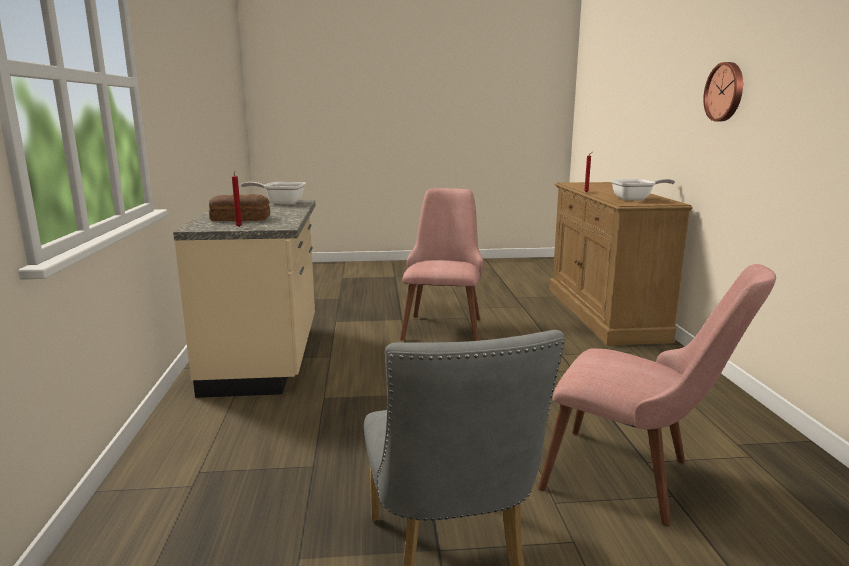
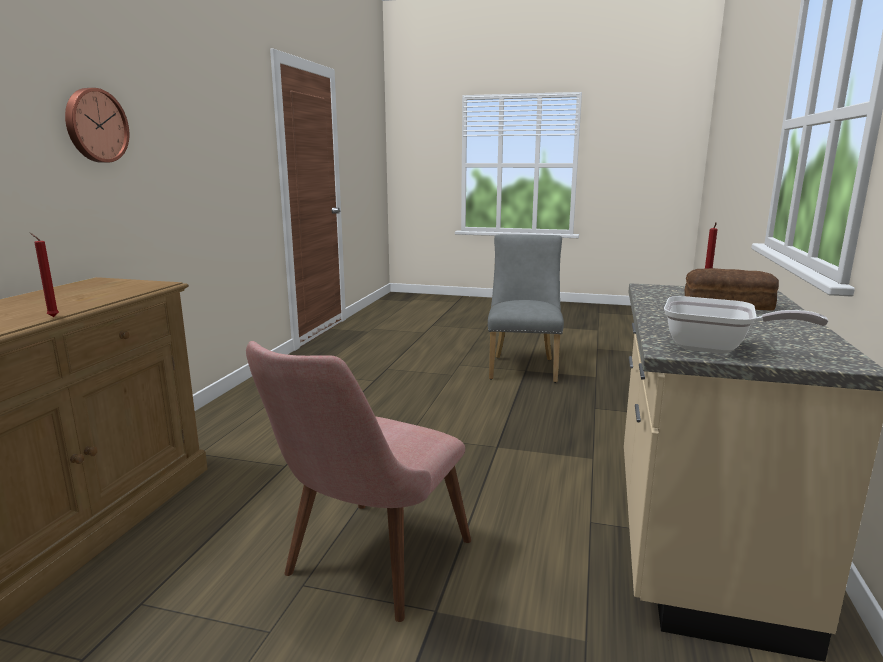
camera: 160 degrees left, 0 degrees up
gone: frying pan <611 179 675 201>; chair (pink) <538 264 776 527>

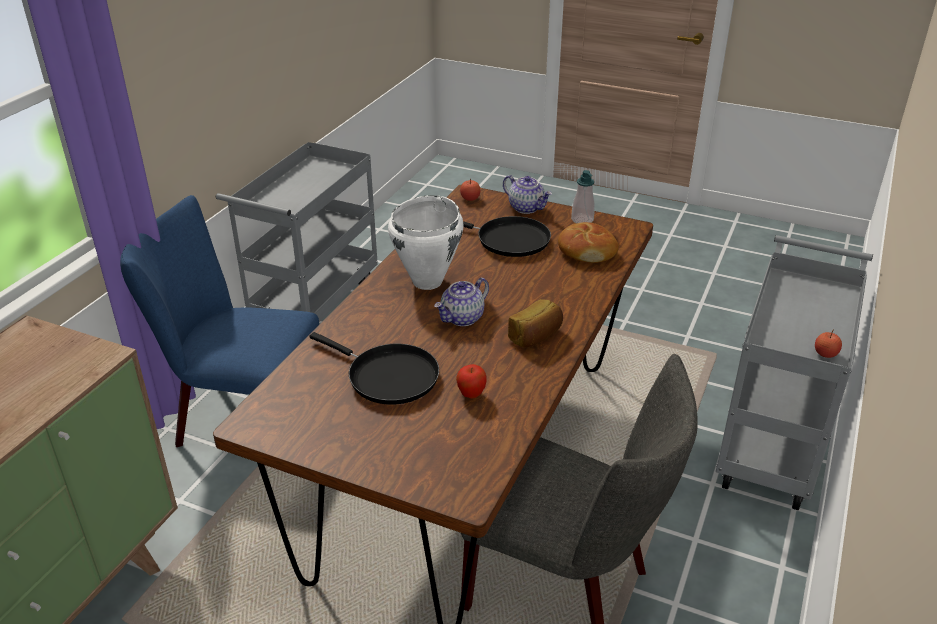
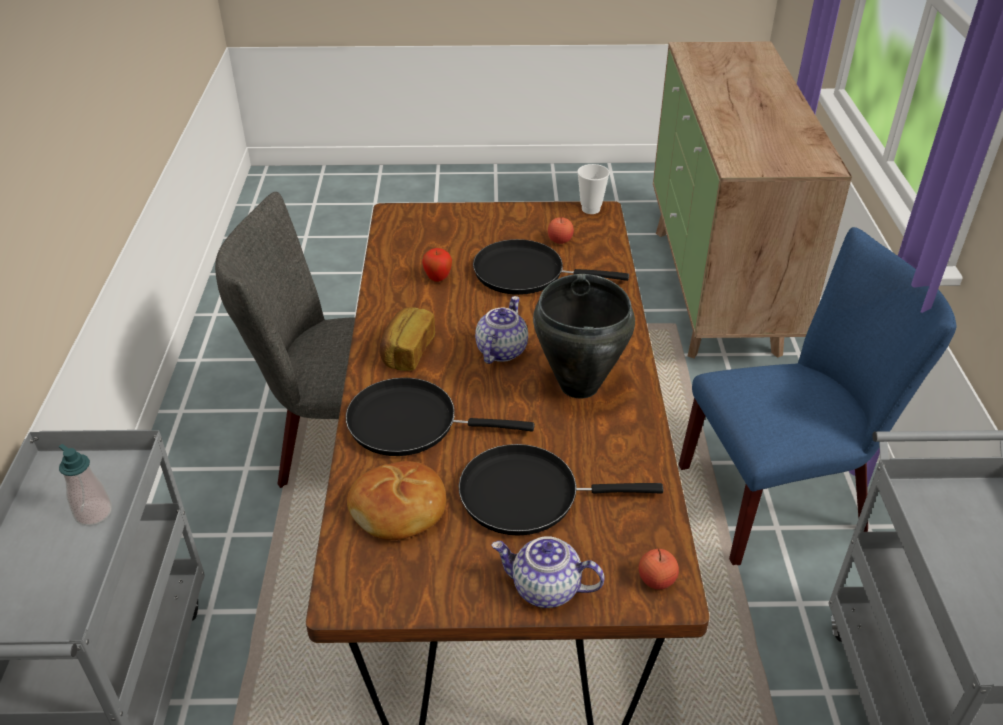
camera: 155 degrees right, 5 degrees up
new: cup <577 164 610 214>; frying pan (black) <346 378 535 456>
shifted: soap dispenser <571 170 595 224> to <59 444 112 526>; apple <815 331 842 358> to <548 216 574 244>
repainted: cooking pot (white) <388 195 464 290> to cooking pot (black) <533 274 635 398>

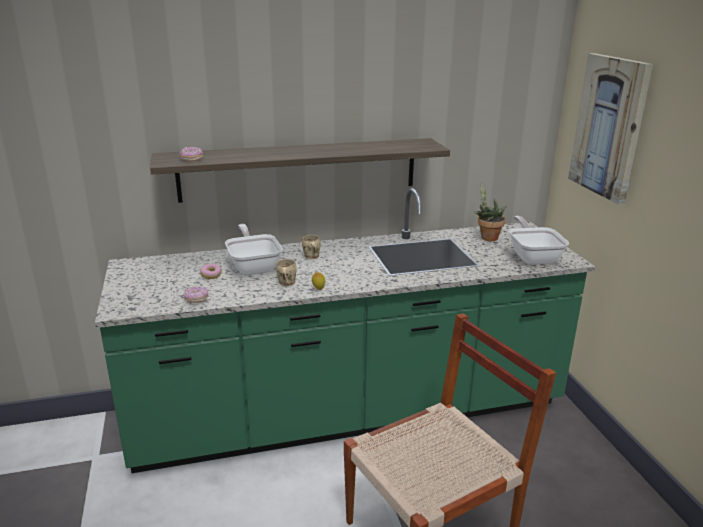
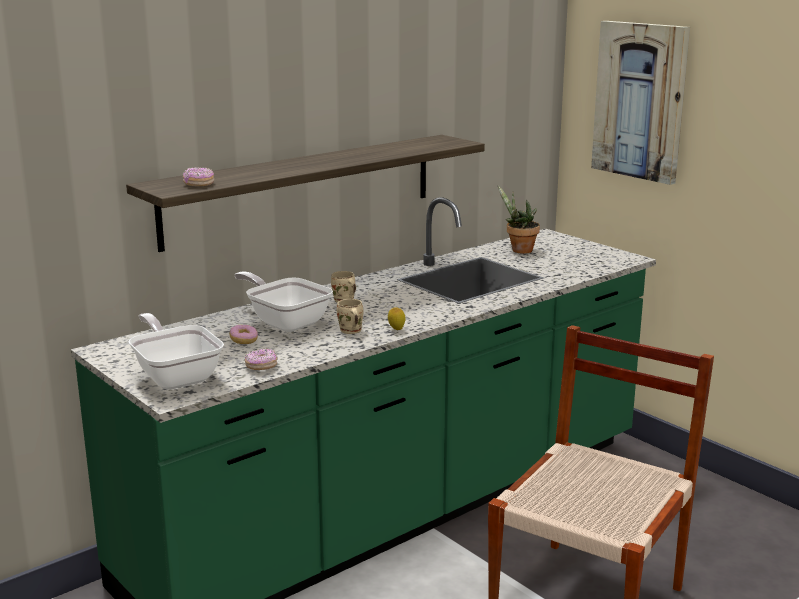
camera: 25 degrees left, 5 degrees down
shifted: frying pan <509 216 569 265> to <128 313 224 390>

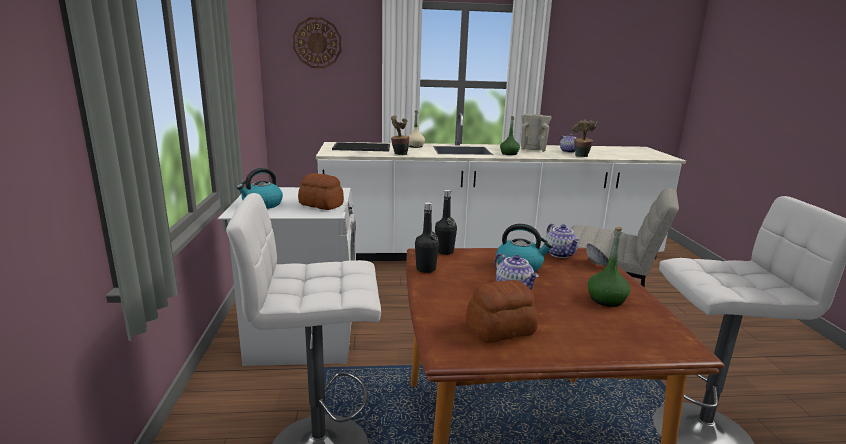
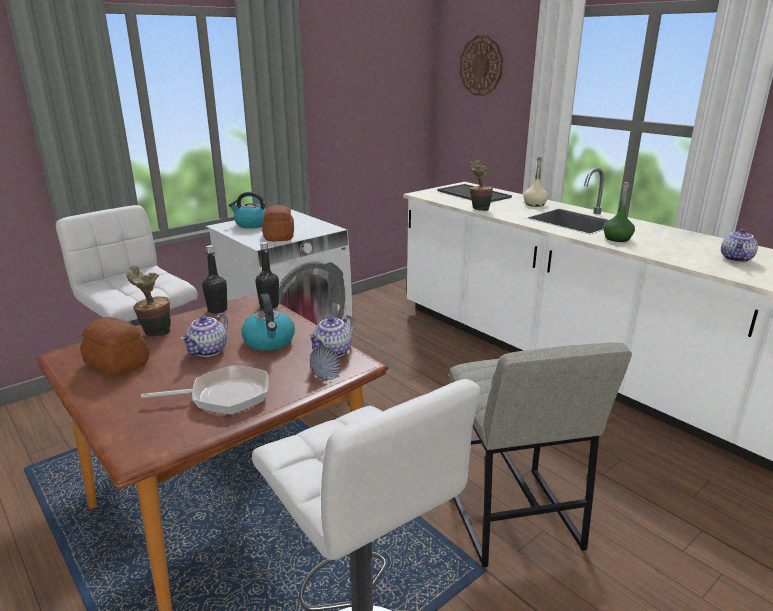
camera: 55 degrees right, 5 degrees up
gone: vase (beige) <521 113 552 152>
shifted: potted plant <572 119 598 157> to <126 265 171 337>
swapped: bottle (green) <588 227 631 307> to frying pan <141 365 269 415>

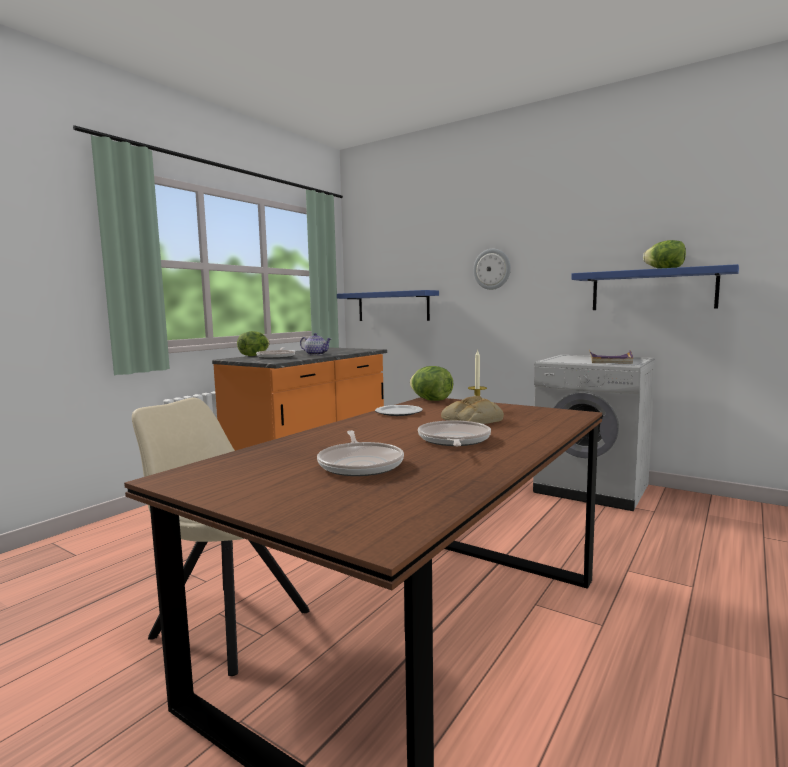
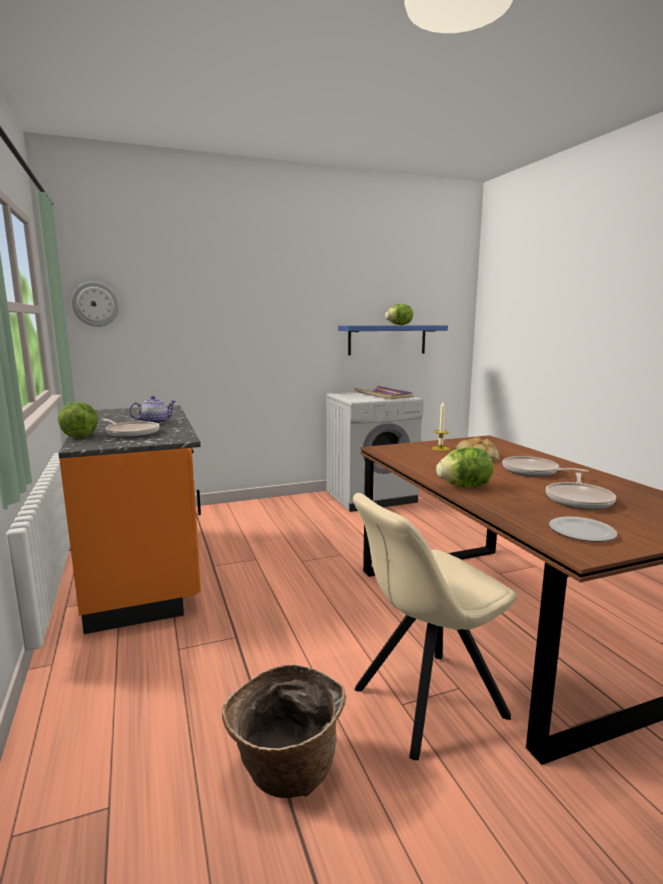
camera: 55 degrees left, 5 degrees up
gone: shelf (blue) <337 290 439 321>
new: basket <222 664 346 798>
shifted: wall clock <473 249 511 290> to <72 281 120 327>; lettuce <410 366 453 401> to <436 447 493 488>; plate <375 405 422 416> to <549 517 618 542>
rotated: frying pan <317 430 404 476> = <546 473 616 510> 90 degrees clockwise

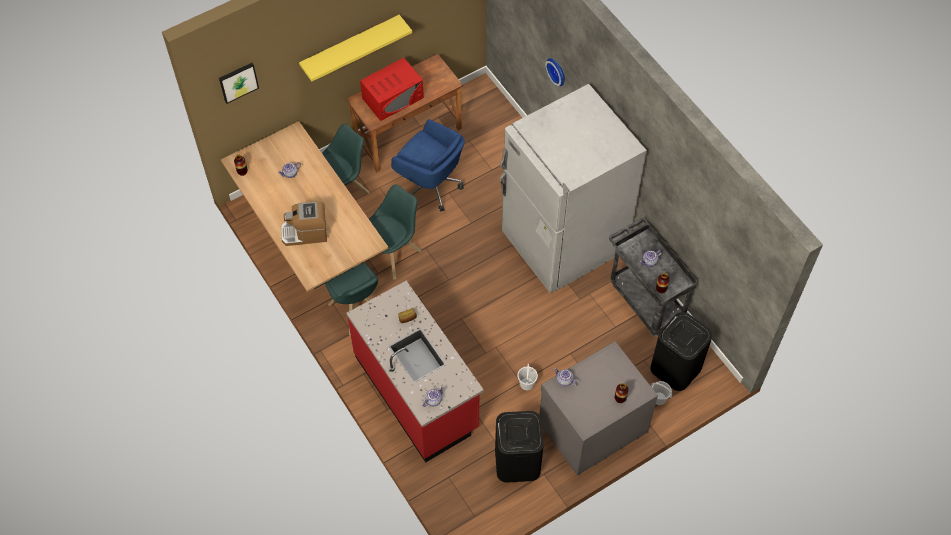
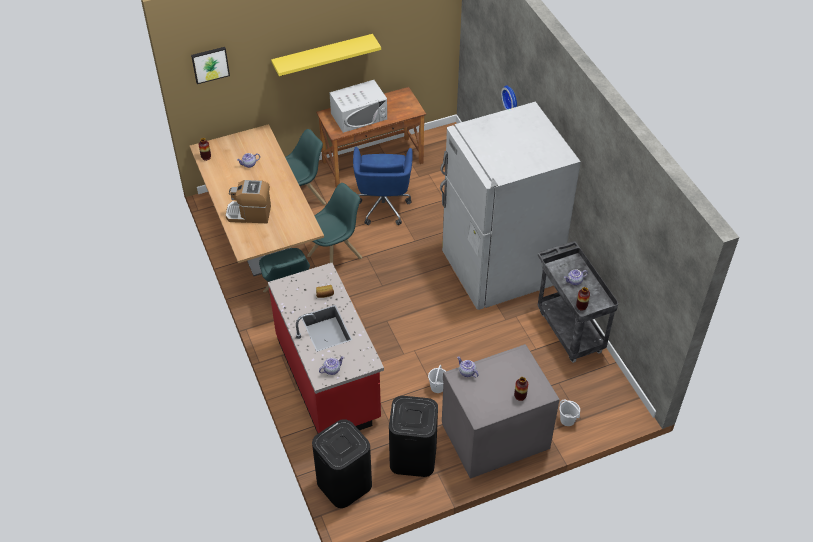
camera: 10 degrees right, 10 degrees down
shifted: trash can (black) <650 312 712 391> to <312 419 372 508>
repainted: microwave (red) <360 58 424 121> to microwave (white) <329 80 387 133>
rotated: office chair (blue) <391 119 465 212> = <353 147 413 225> 45 degrees clockwise

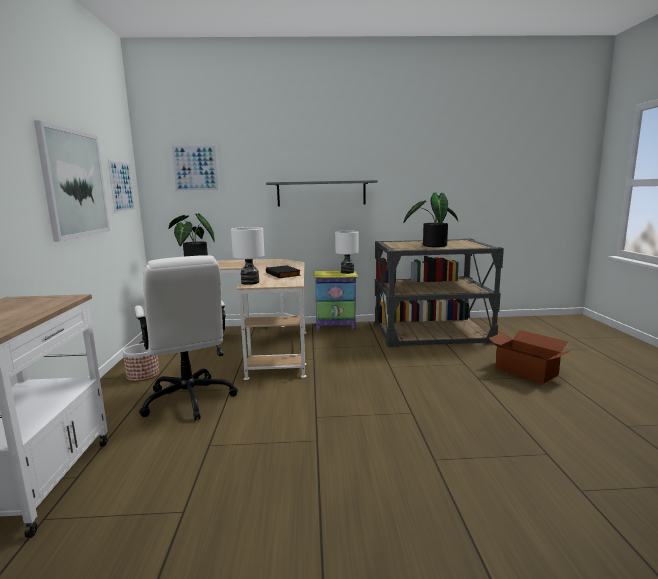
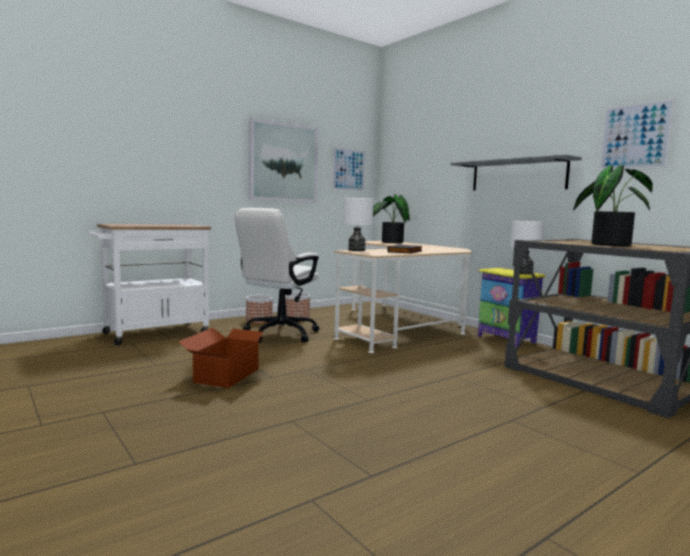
camera: 55 degrees right, 5 degrees down
new: planter <246 295 273 324>
shifted: picture <170 144 220 192> to <599 98 675 171>; cardboard box <489 330 571 384> to <178 328 272 388>

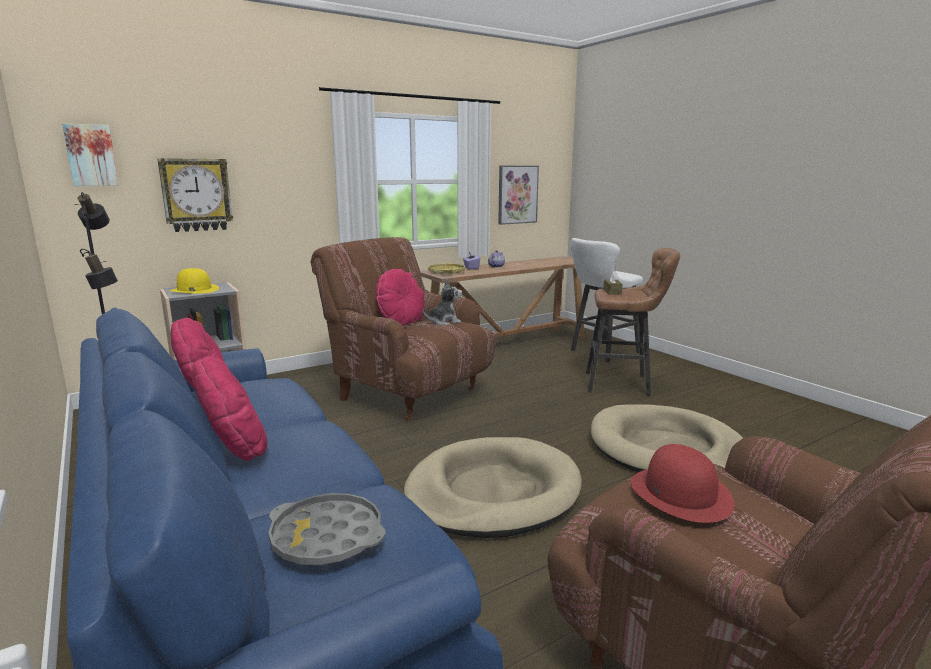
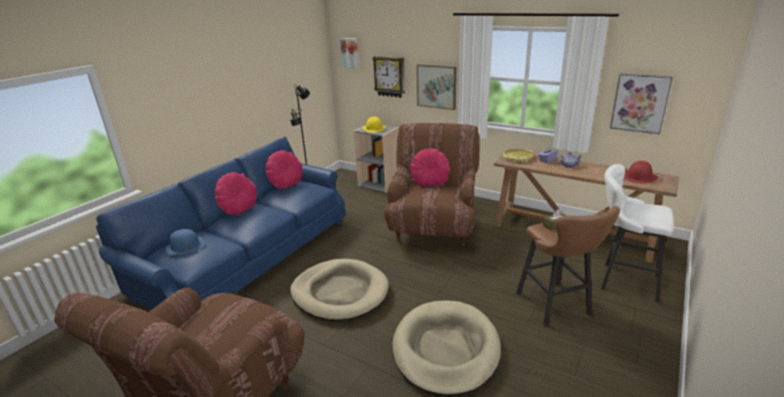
camera: 65 degrees right, 10 degrees up
gone: plush toy <423 280 462 325>
new: picture <417 64 456 110>
shifted: hat (red) <630 444 734 523> to <624 161 658 184>
swapped: tray (grey) <268 493 386 565> to hat (blue) <165 229 206 255>

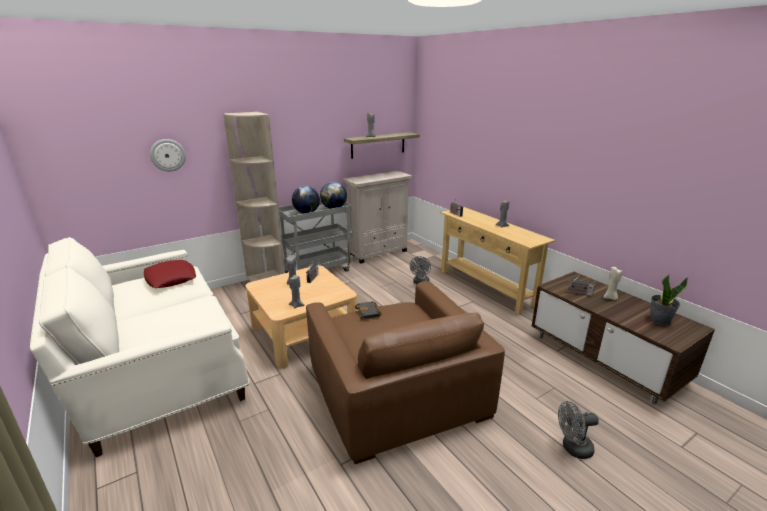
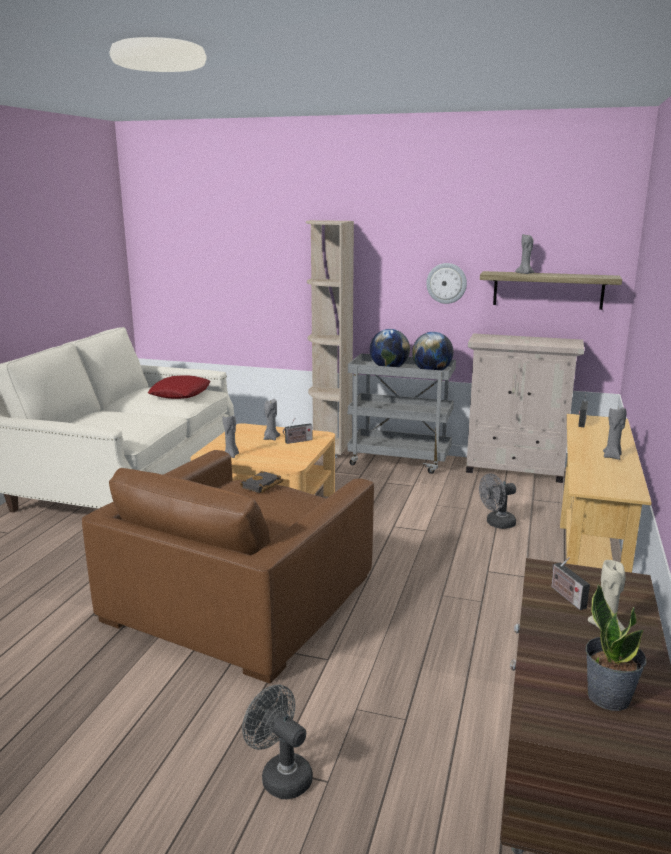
camera: 50 degrees right, 5 degrees down
shifted: wall clock <150 139 186 172> to <426 263 467 304>

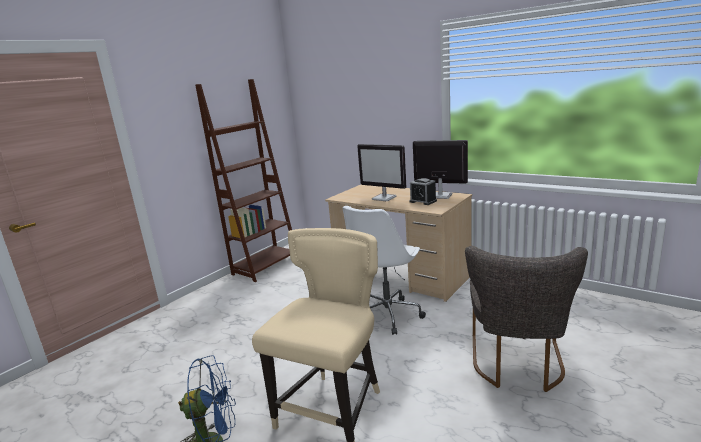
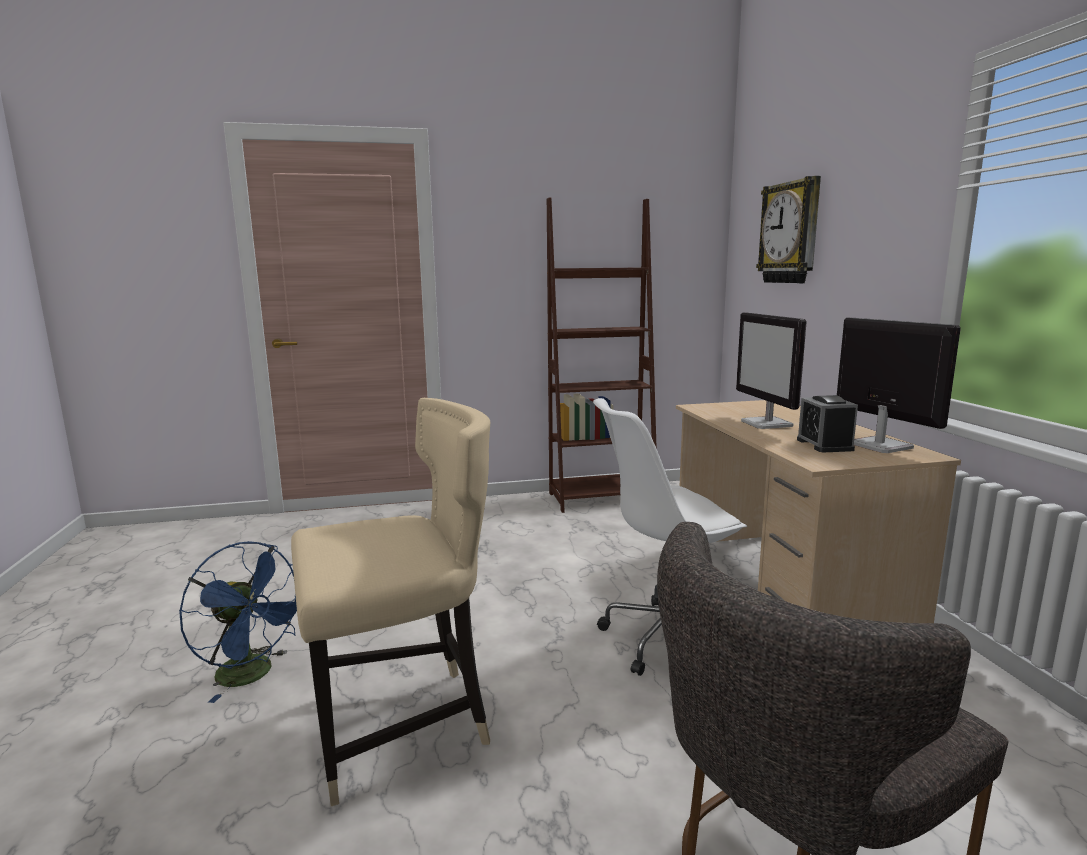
camera: 40 degrees right, 5 degrees down
new: wall clock <756 176 821 283>

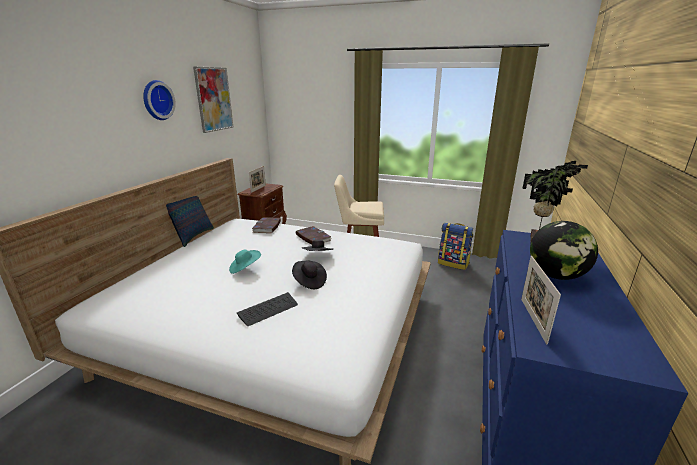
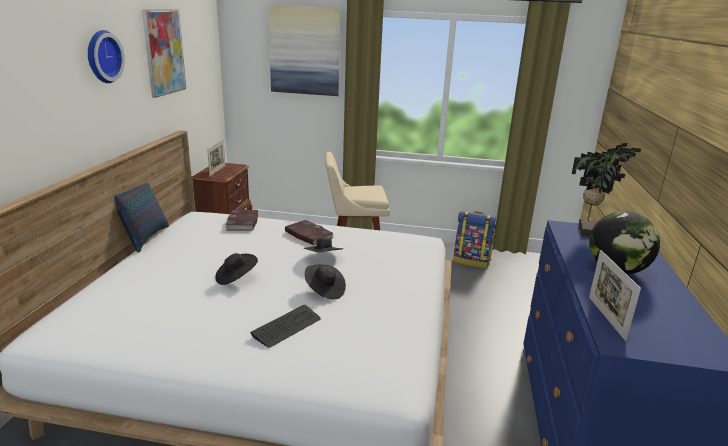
camera: 10 degrees left, 0 degrees up
new: picture <269 5 340 96>
repainted: hat (turquoise) <229 250 261 274> to hat (black) <215 253 258 285>

